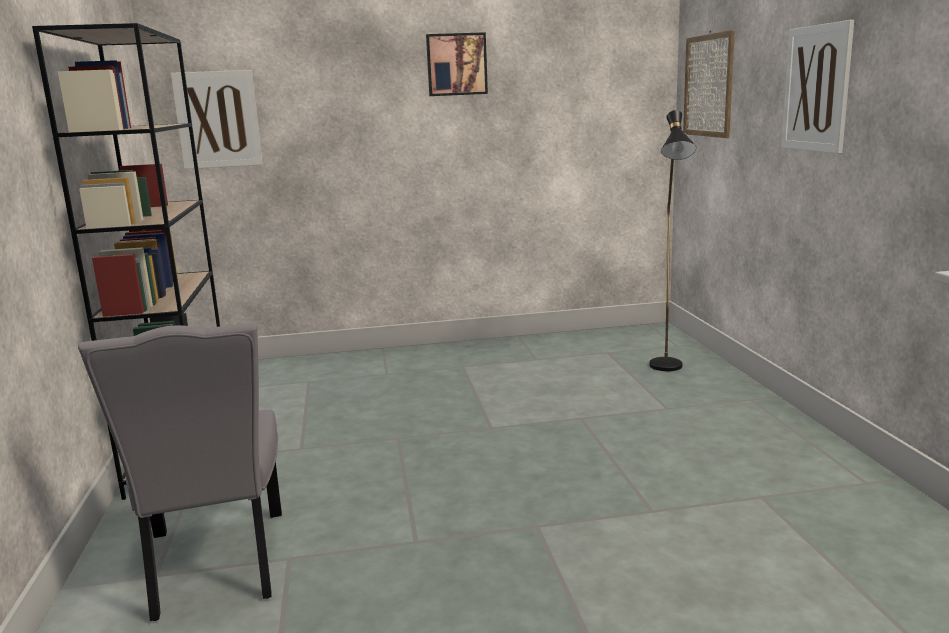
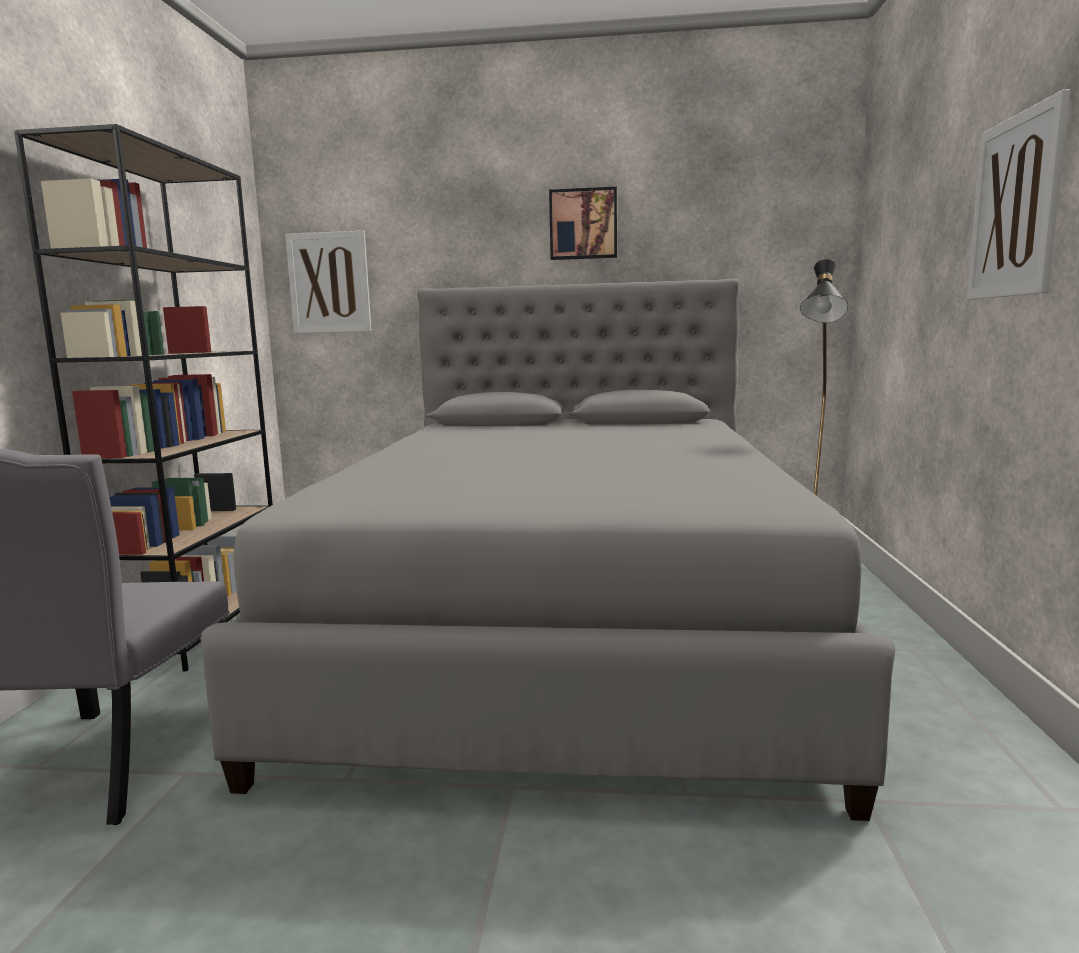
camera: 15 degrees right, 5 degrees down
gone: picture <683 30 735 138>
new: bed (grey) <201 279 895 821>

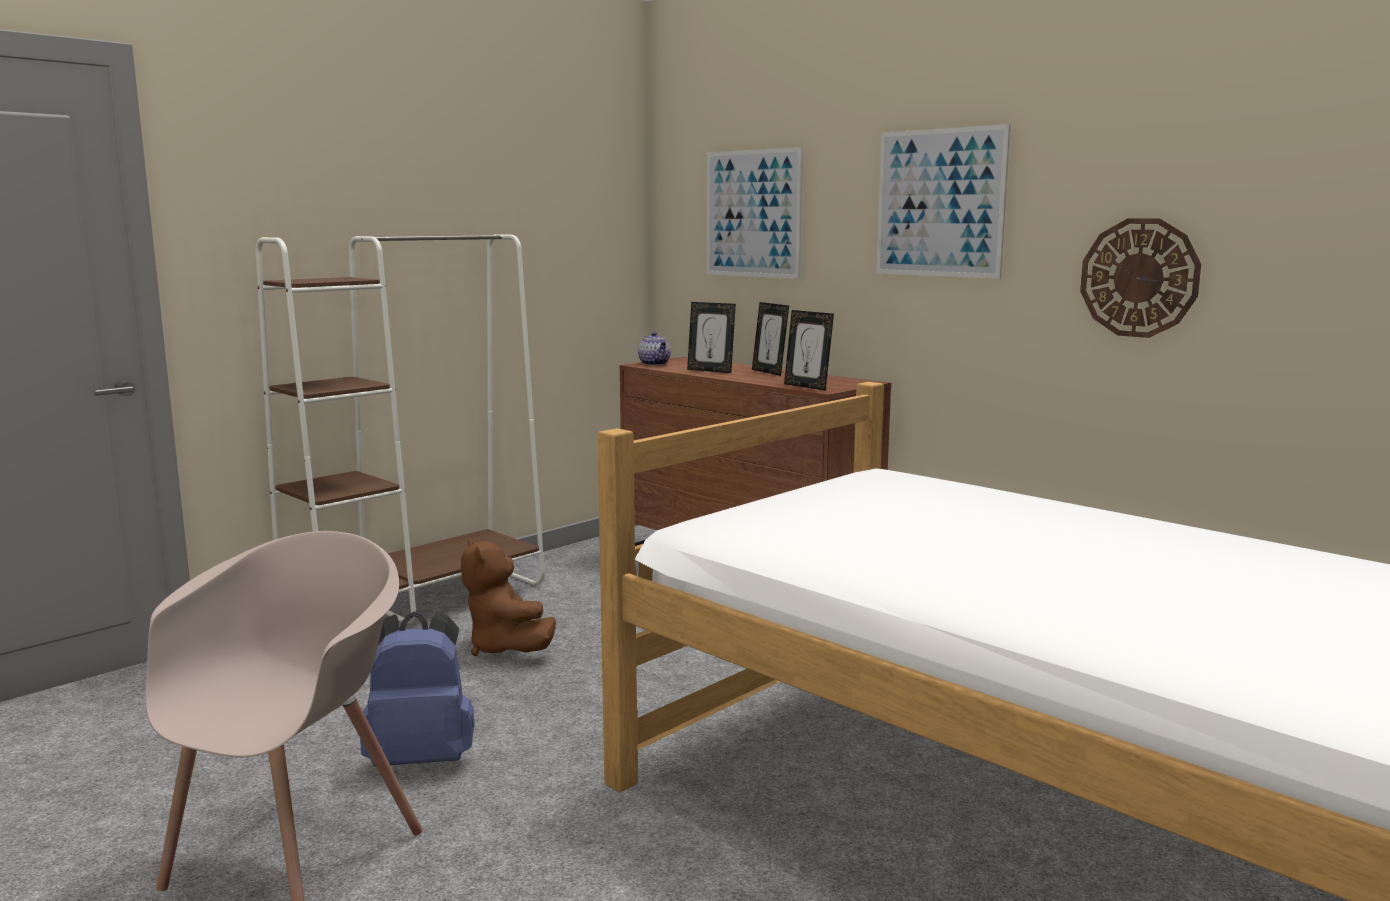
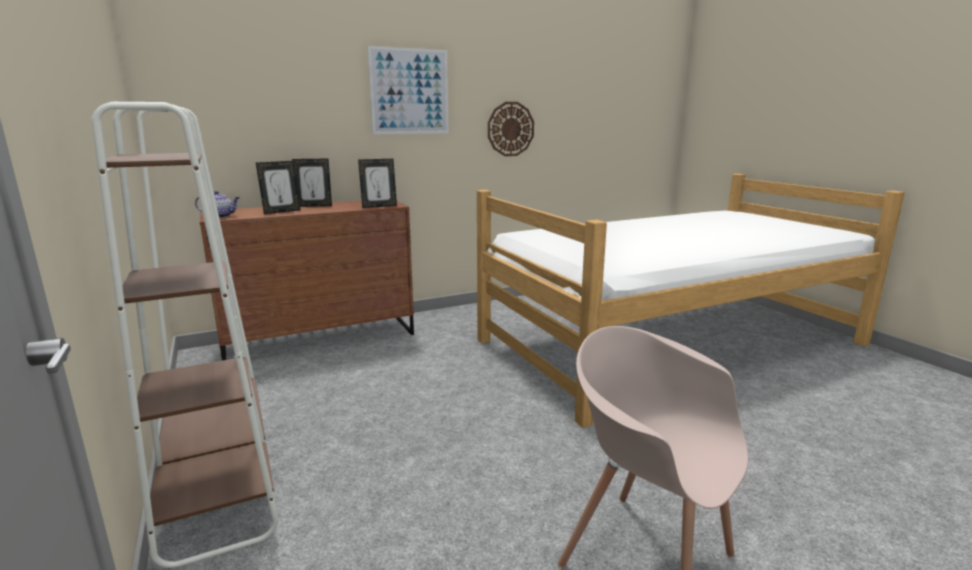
camera: 70 degrees left, 5 degrees up
gone: picture <706 147 803 279>; plush toy (brown) <461 538 556 656>; backpack (blue) <360 612 475 766>

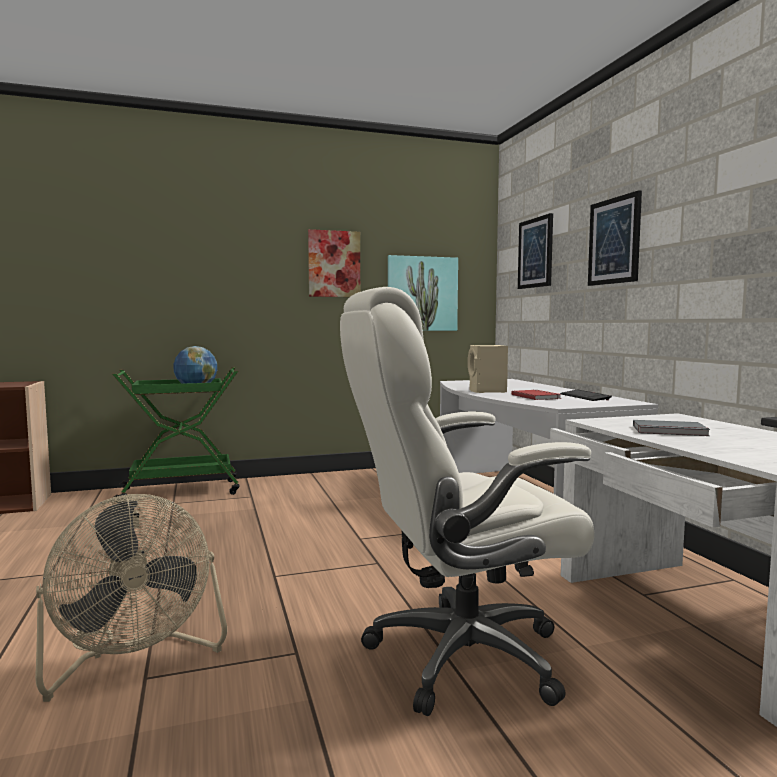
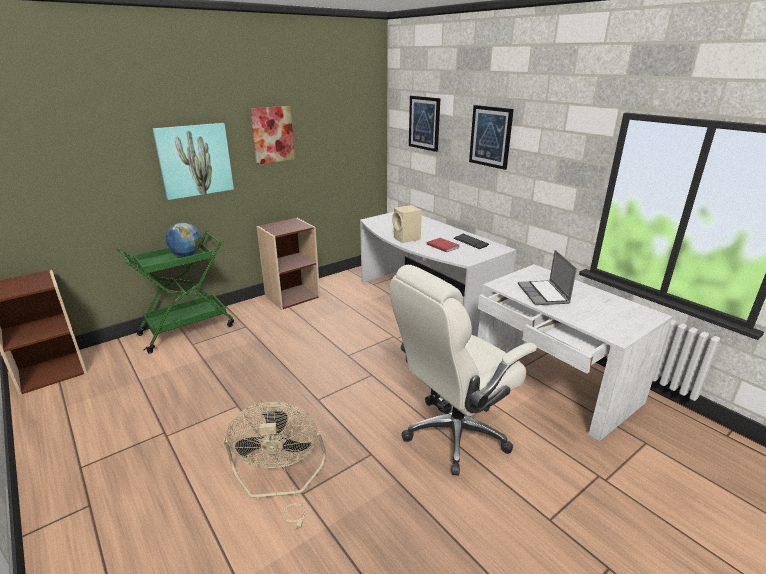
camera: 20 degrees left, 20 degrees up
new: bookcase (brown) <256 218 320 310>
shifted: picture <388 255 458 331> to <152 123 234 200>
swapped: book (grey) <633 420 710 436> to laptop <518 250 577 305>
rotated: fan (beige) <35 494 227 702> = <223 402 326 528> 135 degrees counterclockwise

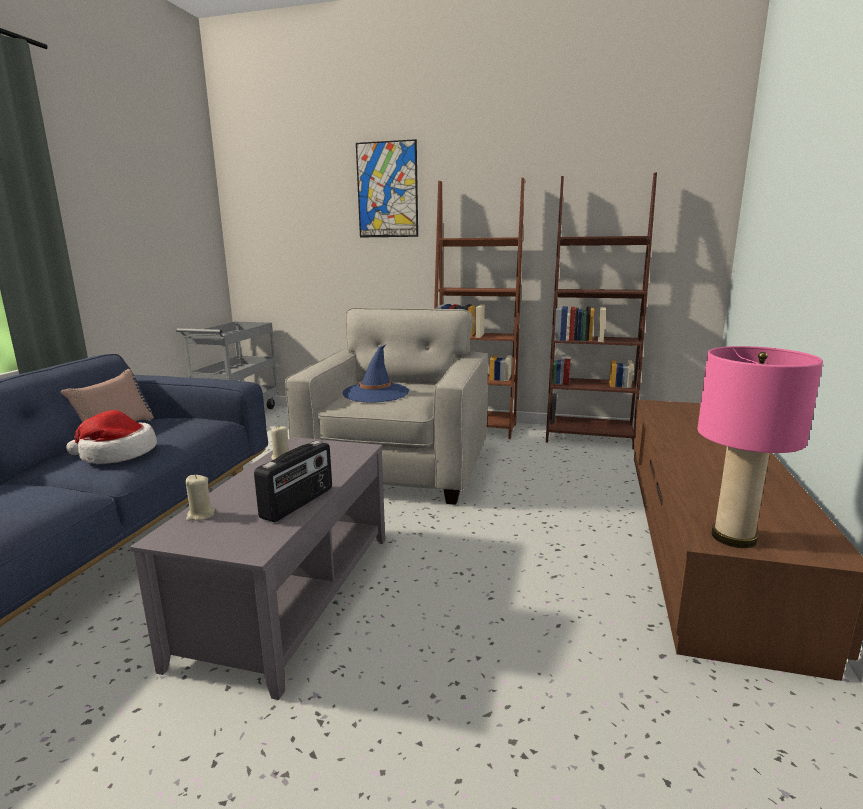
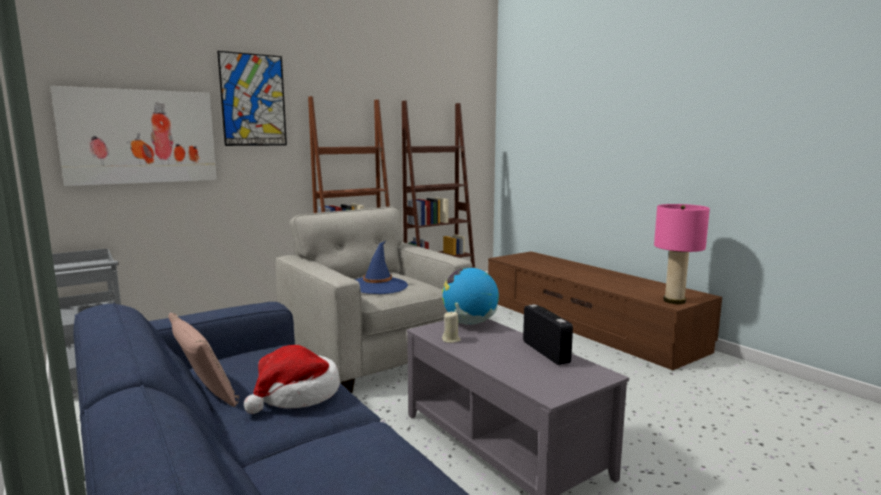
camera: 50 degrees left, 5 degrees down
gone: candle (beige) <186 475 215 521>
new: picture <50 86 217 186>; globe <442 267 499 325>

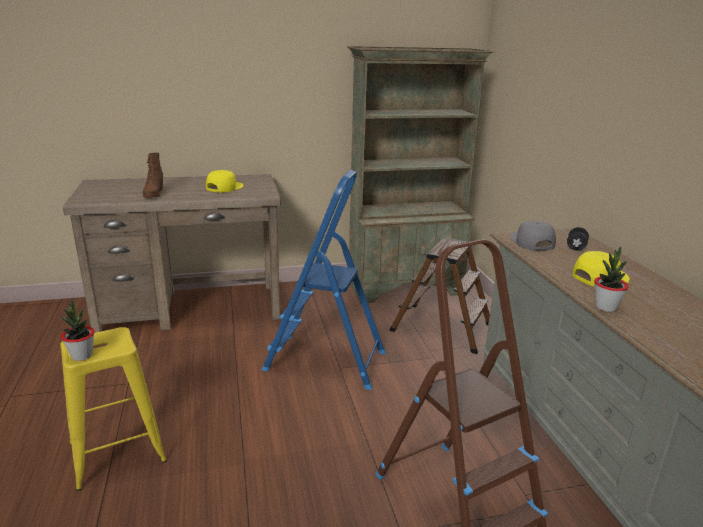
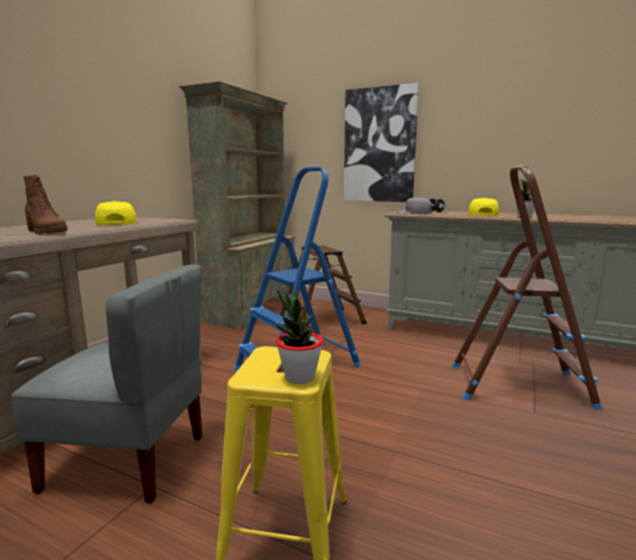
camera: 50 degrees left, 10 degrees down
new: picture <344 83 419 202>; chair (grey) <11 264 202 504>

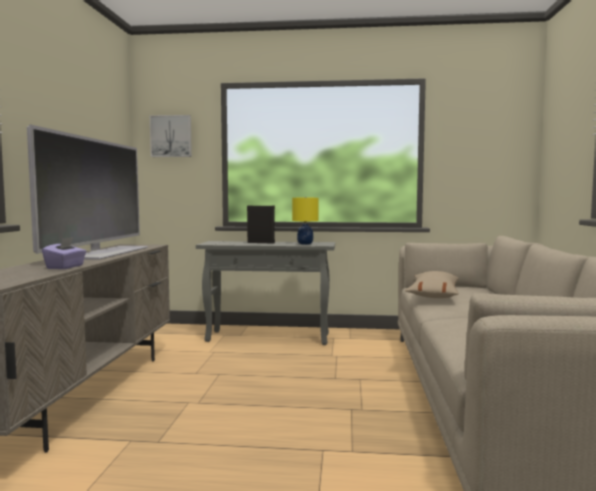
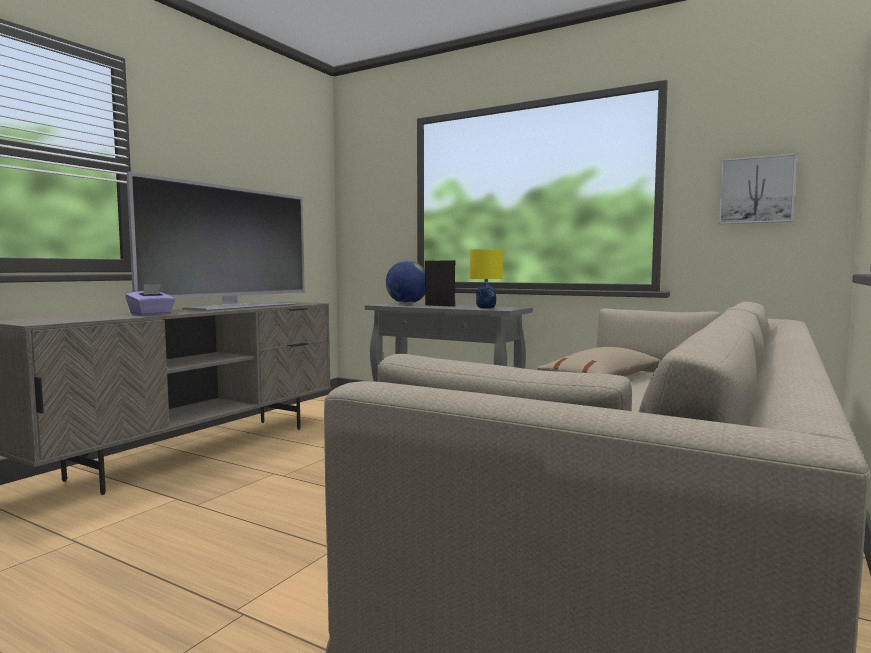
camera: 25 degrees right, 0 degrees up
new: globe <386 261 425 304>
shifted: picture <150 115 192 157> to <719 153 797 224>

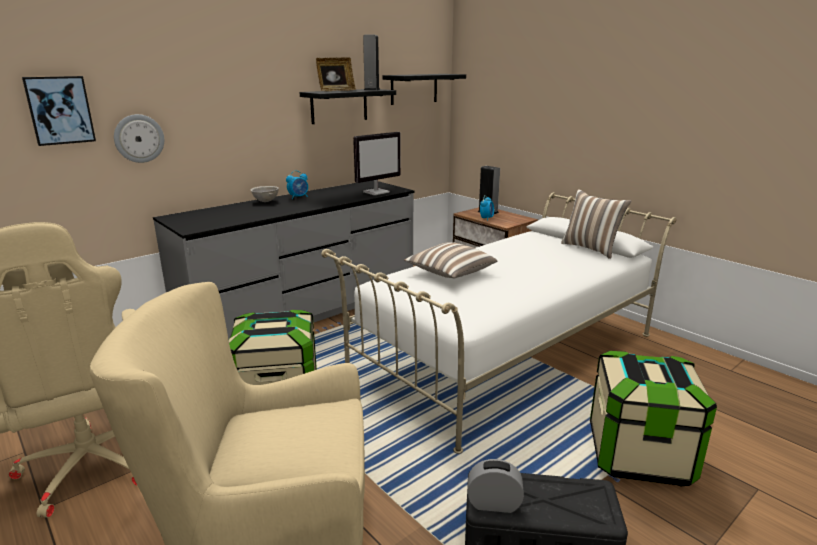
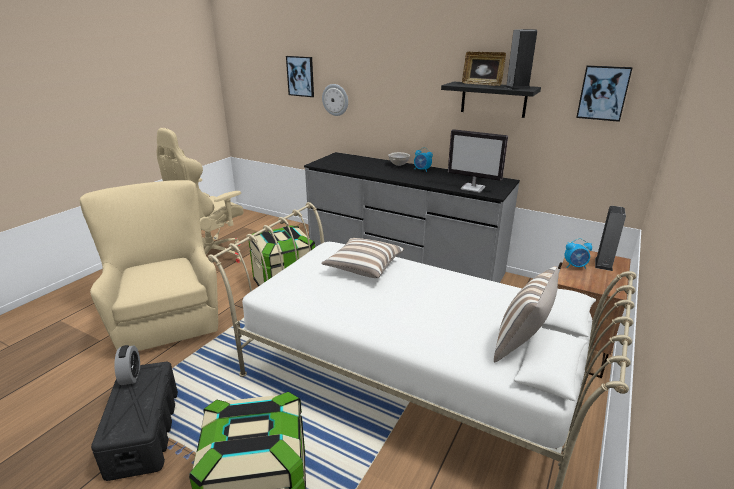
camera: 70 degrees right, 5 degrees up
swapped: shelf (black) <383 74 466 105> to picture <576 65 633 122>

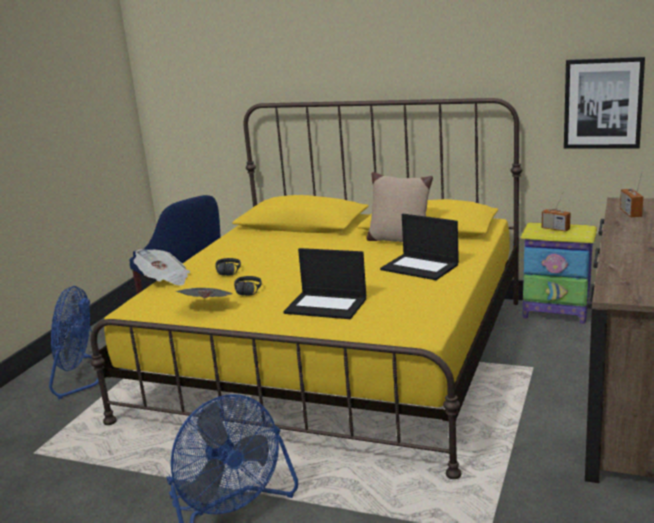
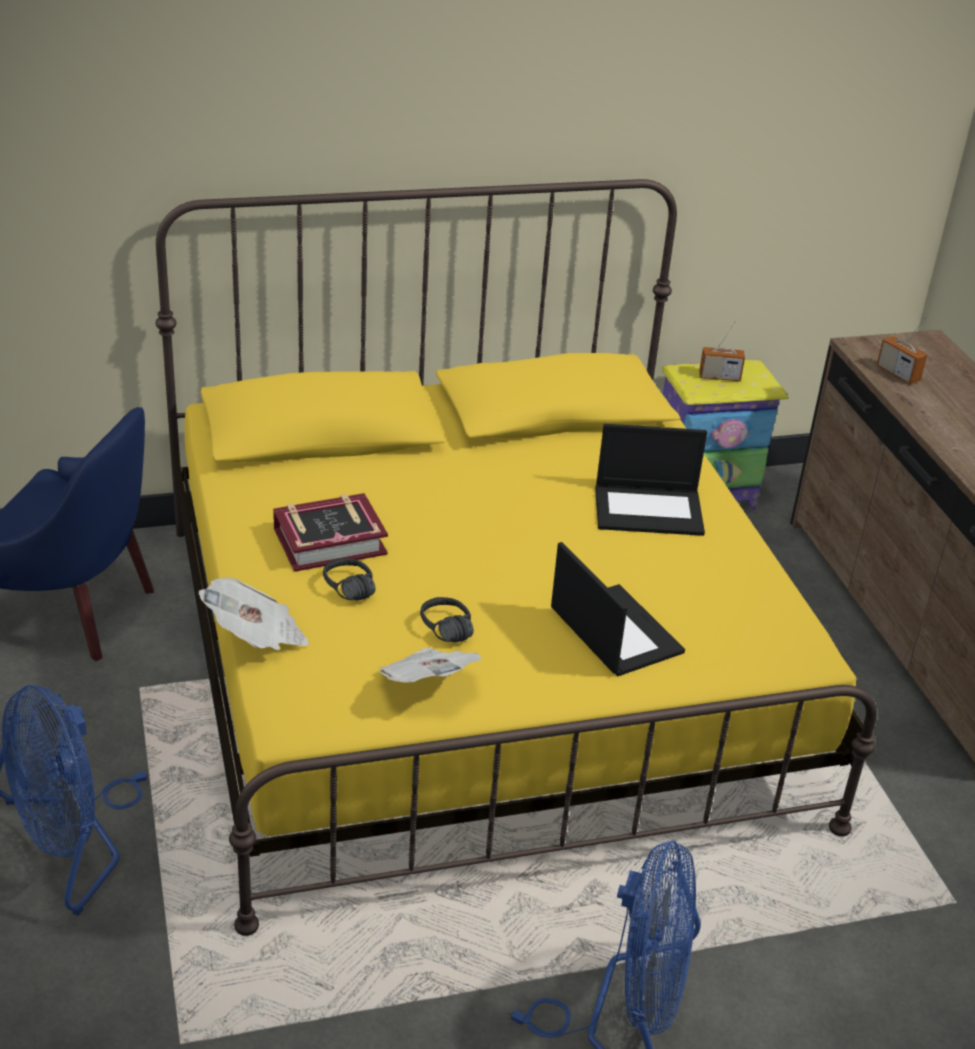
camera: 40 degrees left, 15 degrees up
gone: picture <564 57 645 149>; pillow (beige) <367 172 433 242>
new: book <273 493 388 572>
rotated: laptop <283 248 366 319> = <551 542 685 676> 105 degrees counterclockwise

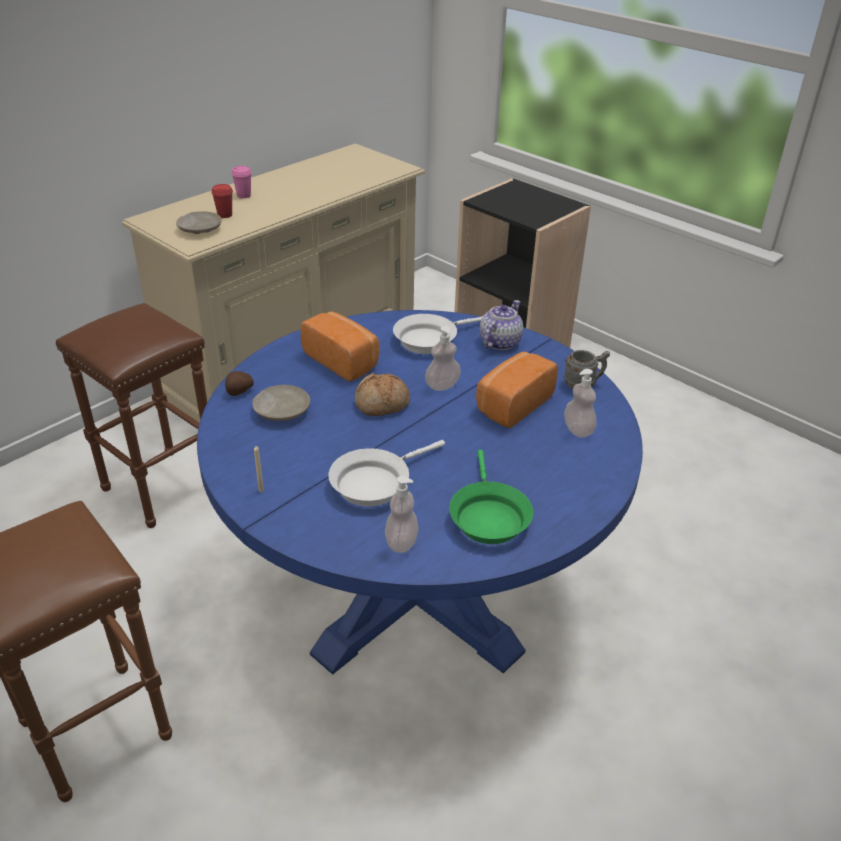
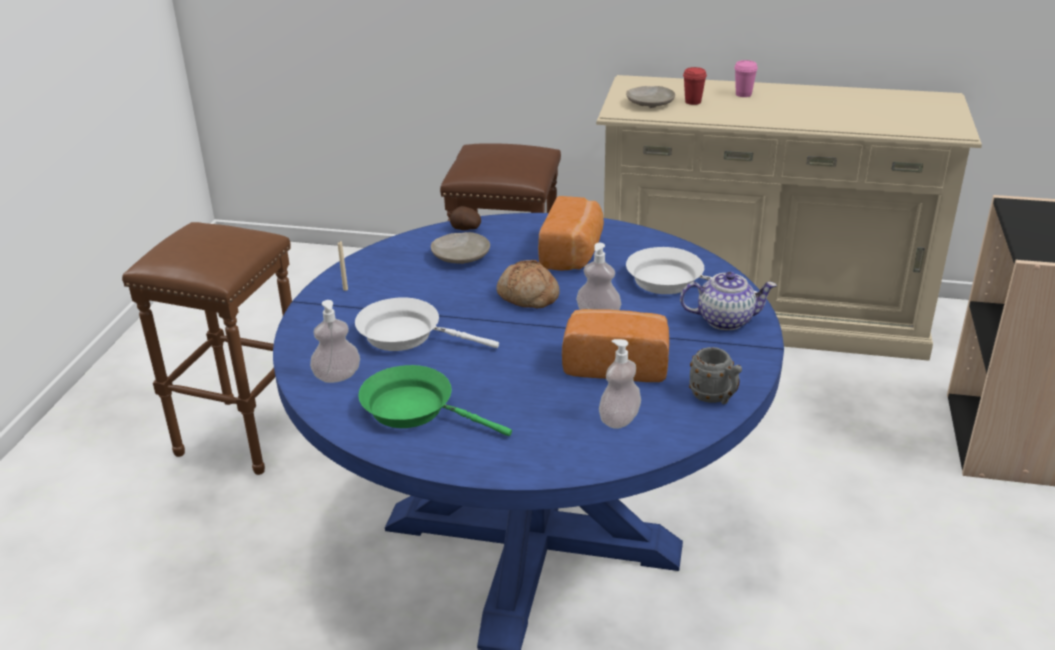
camera: 60 degrees right, 5 degrees down
rotated: frying pan (green) <449 450 533 544> = <358 365 512 436> 60 degrees clockwise

